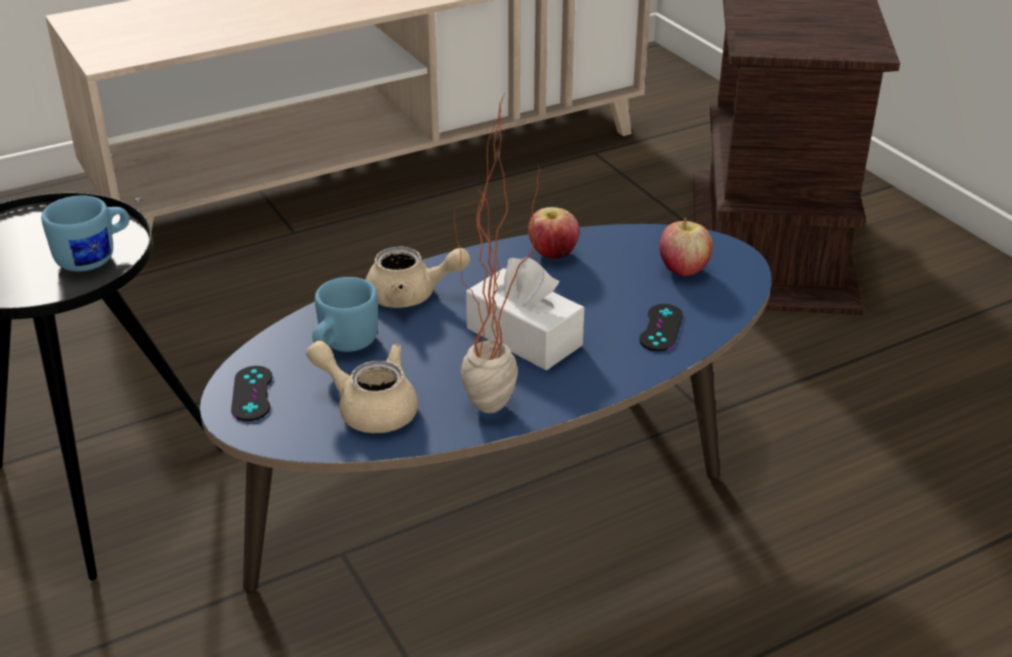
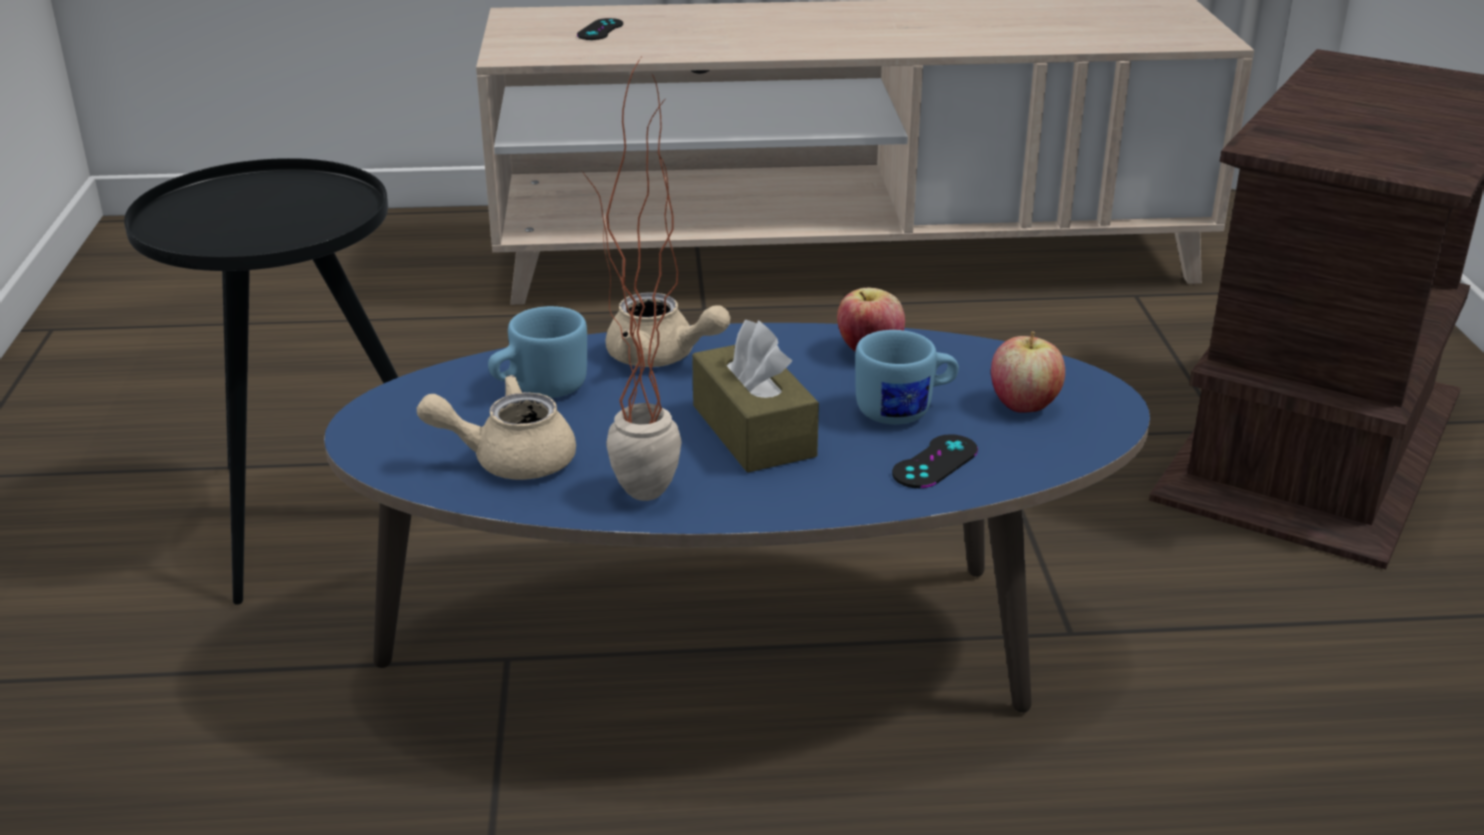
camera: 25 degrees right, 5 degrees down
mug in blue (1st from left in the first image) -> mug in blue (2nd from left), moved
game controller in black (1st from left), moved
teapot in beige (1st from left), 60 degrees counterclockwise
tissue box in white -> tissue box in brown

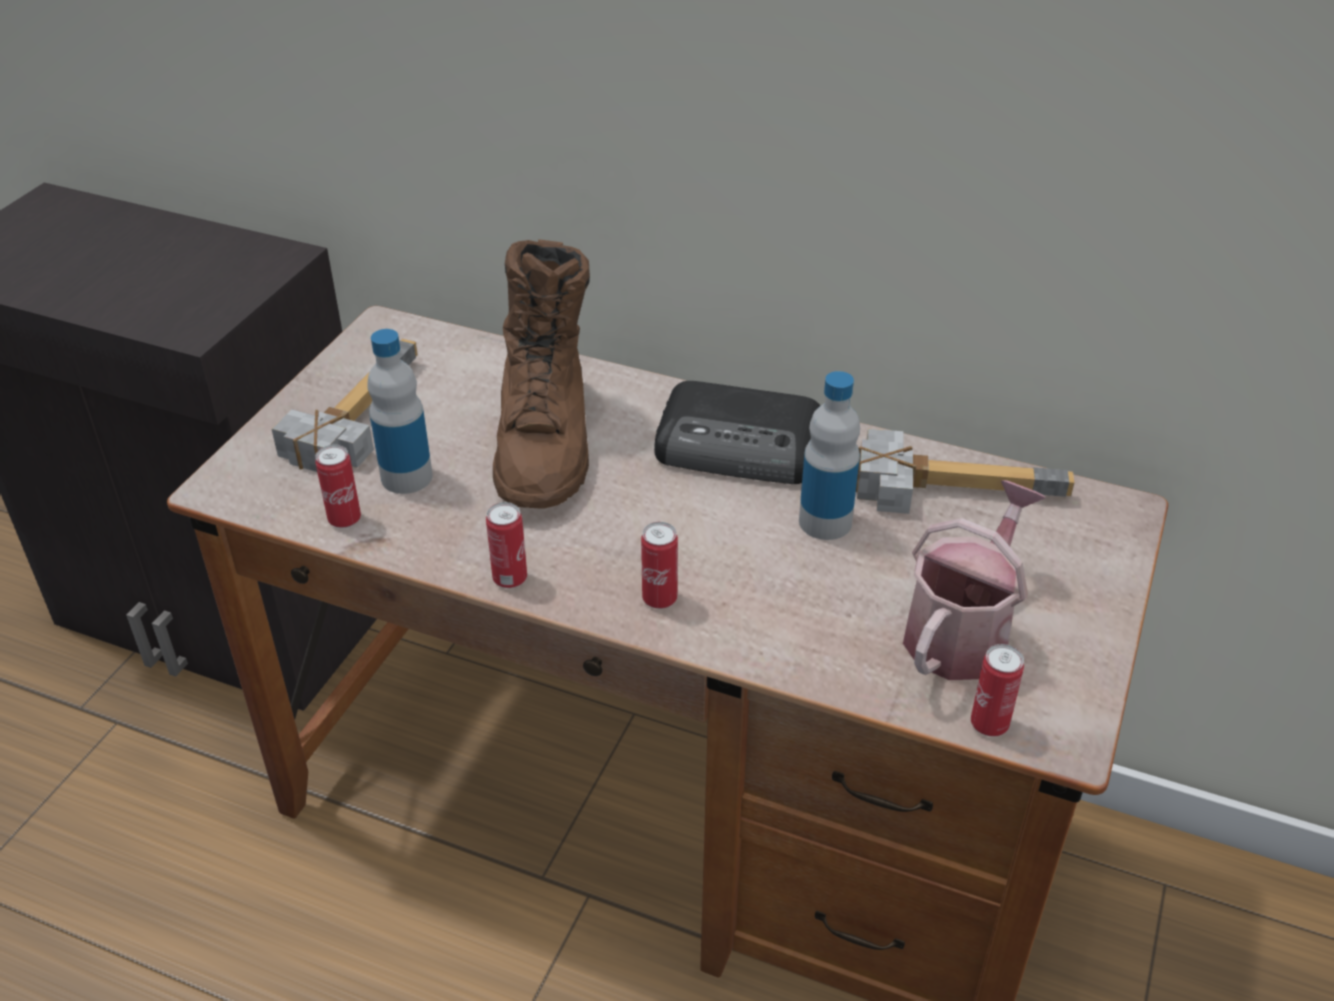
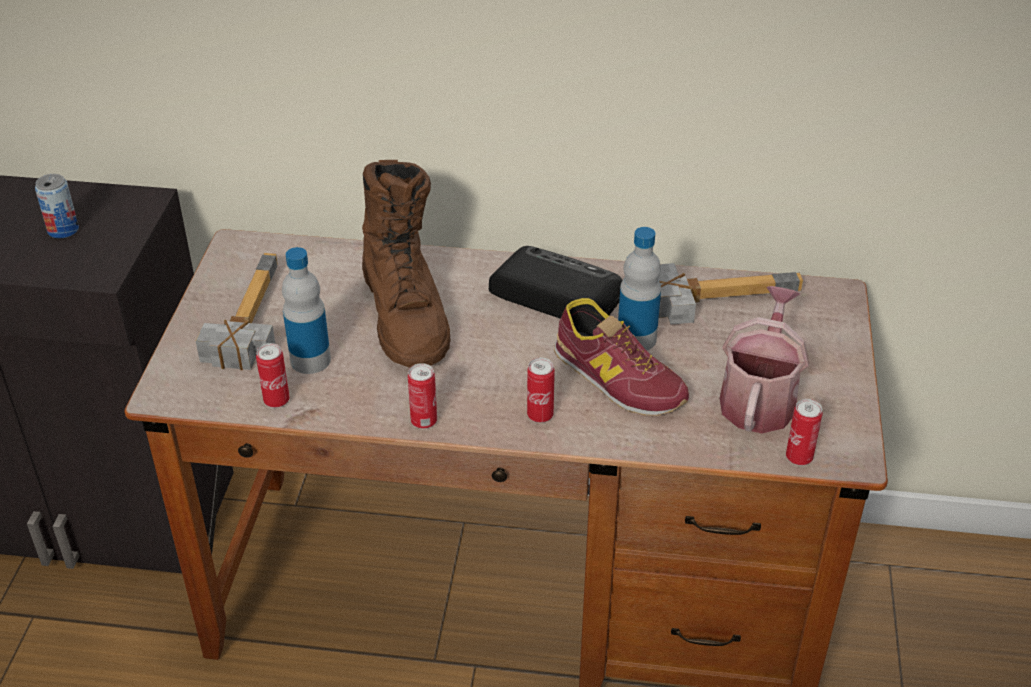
camera: 15 degrees left, 0 degrees up
radio, 150 degrees counterclockwise
none -> can (1st from left)
none -> shoe

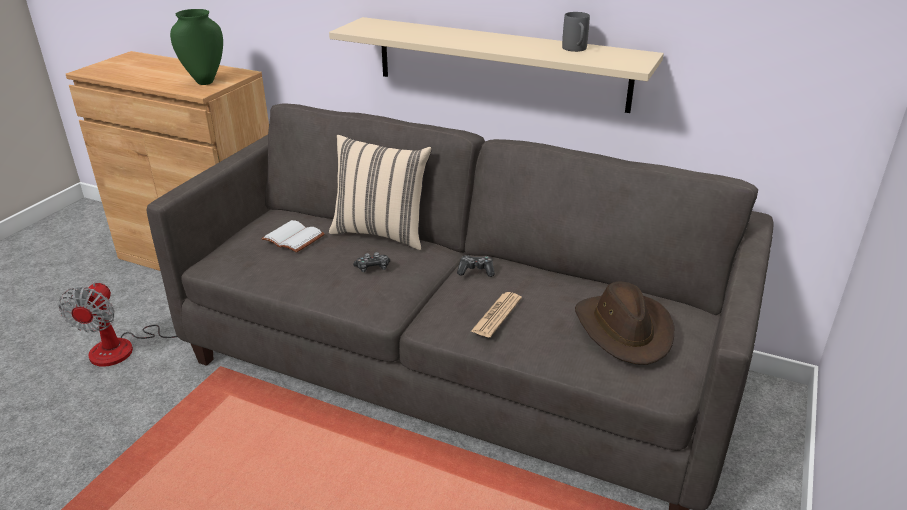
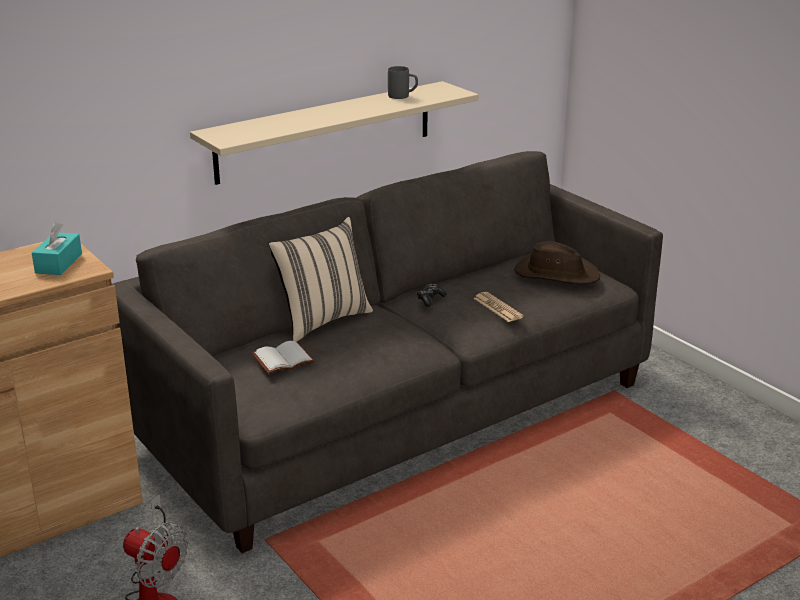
camera: 60 degrees left, 5 degrees down
vase in green -> tissue box in turquoise
game controller (1st from left) -> none

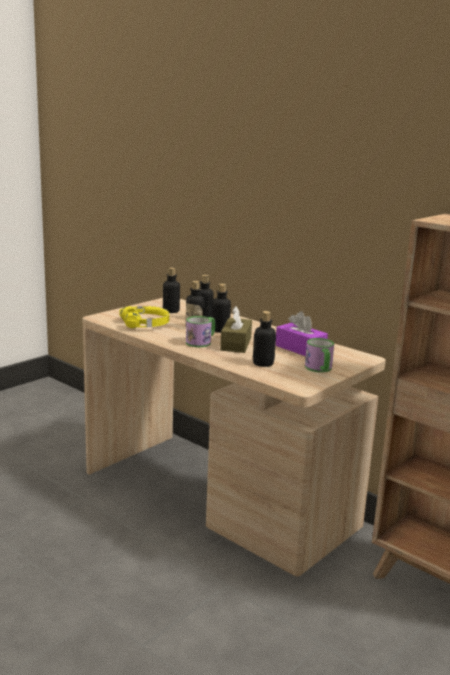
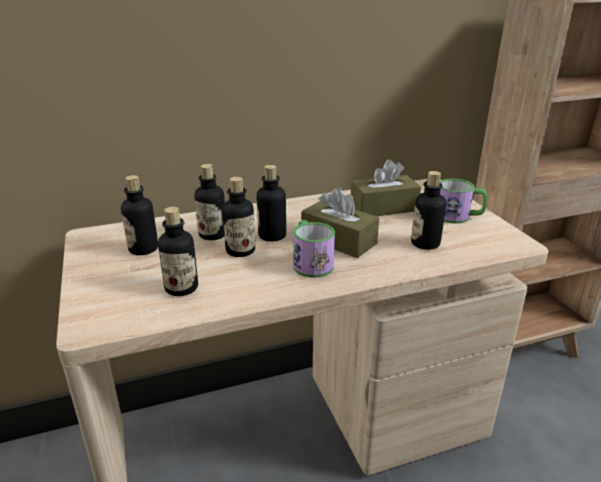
camera: 60 degrees left, 10 degrees up
headphones in yellow -> bottle (2nd from left)
tissue box in purple -> tissue box in brown (2nd from left)

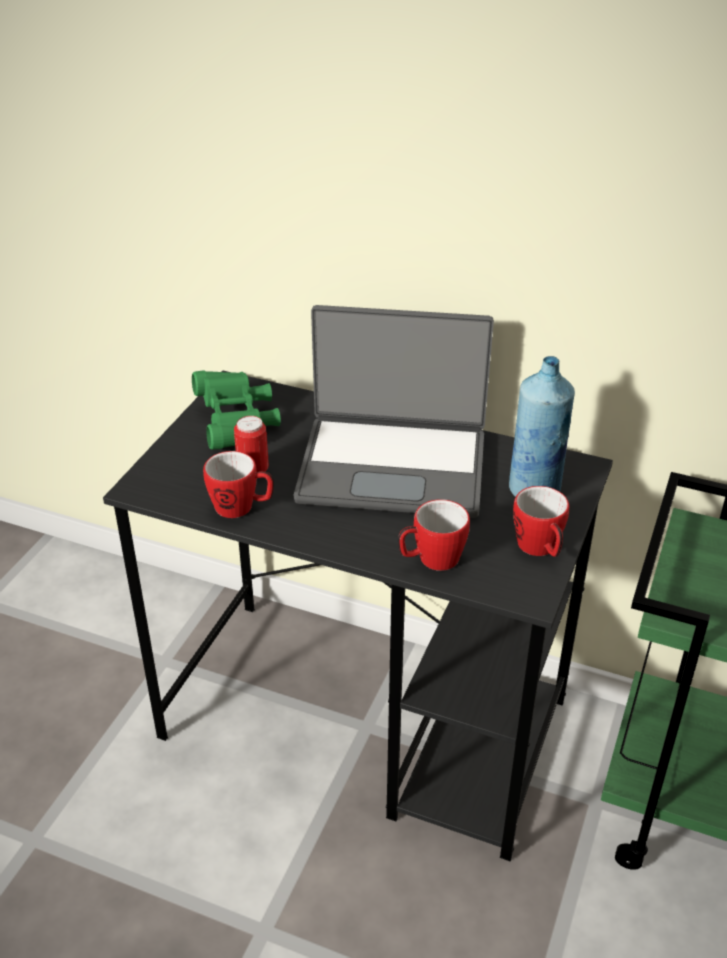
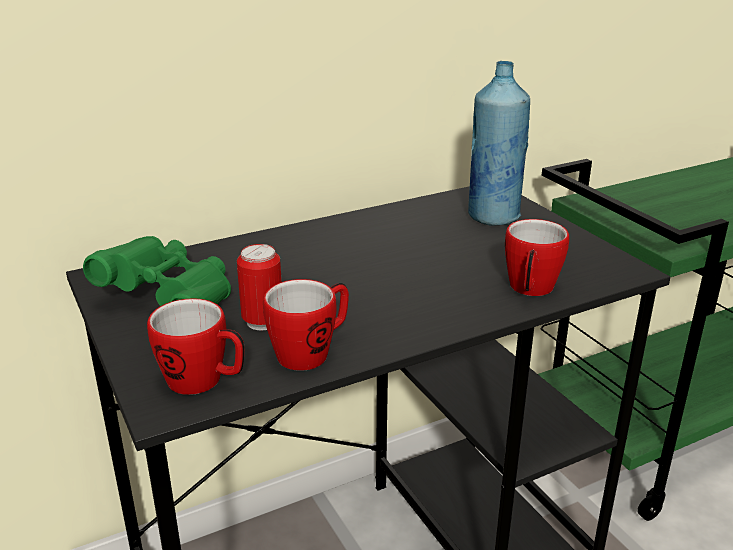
camera: 50 degrees left, 10 degrees down
laptop -> none
mug (3rd from left in the first image) -> mug (1st from left), moved

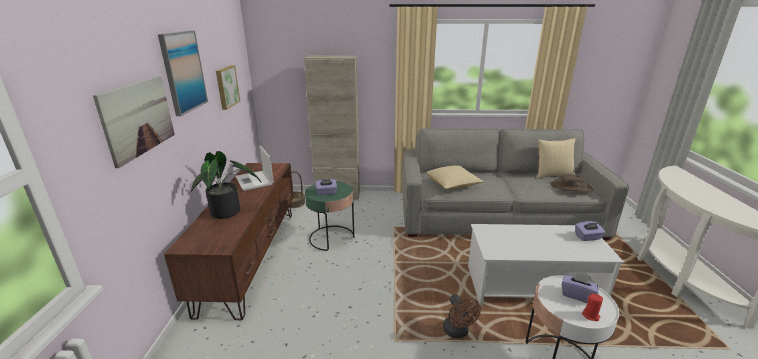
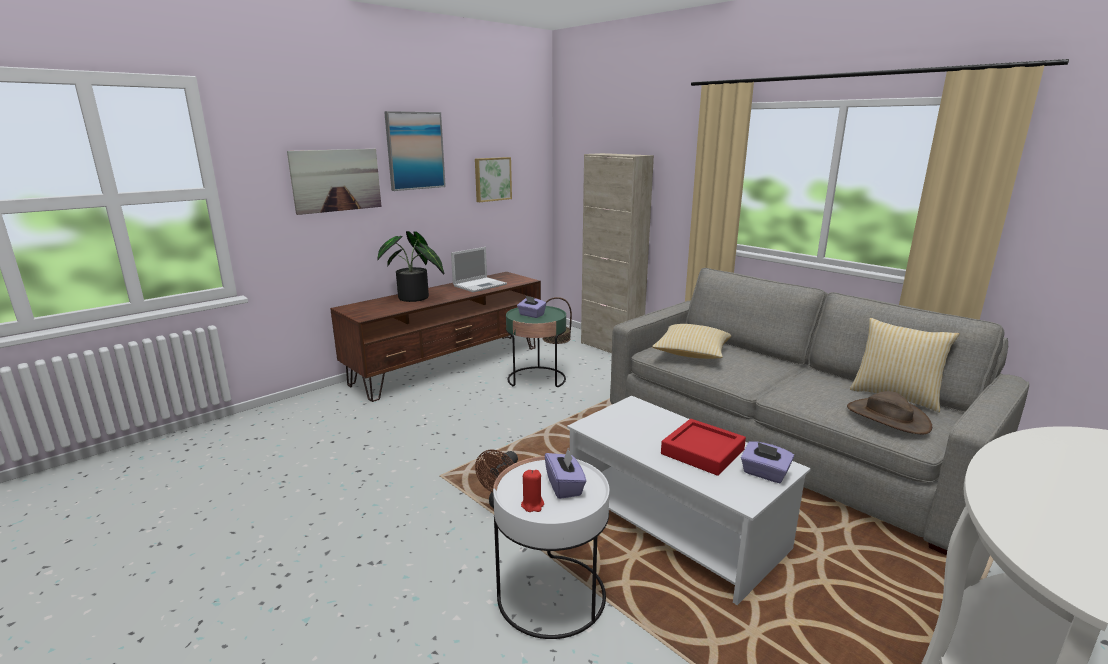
camera: 45 degrees right, 5 degrees down
laptop, 150 degrees counterclockwise
none -> tray in red

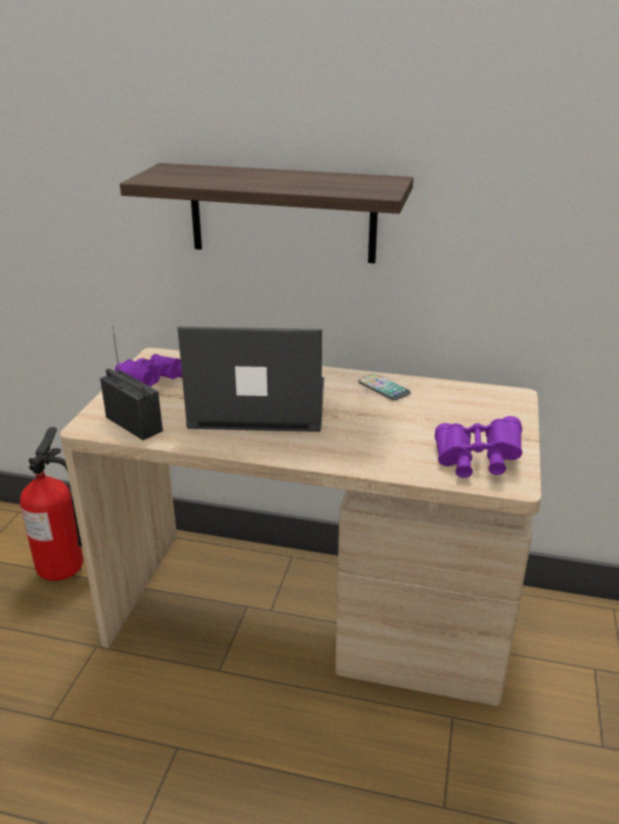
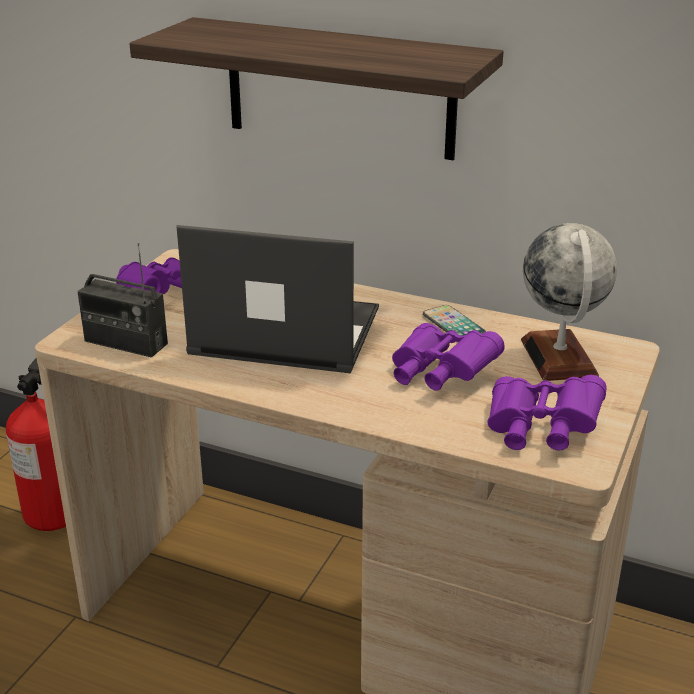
camera: 10 degrees right, 0 degrees up
radio, 150 degrees clockwise
none -> binoculars in purple (2nd from left)
none -> globe

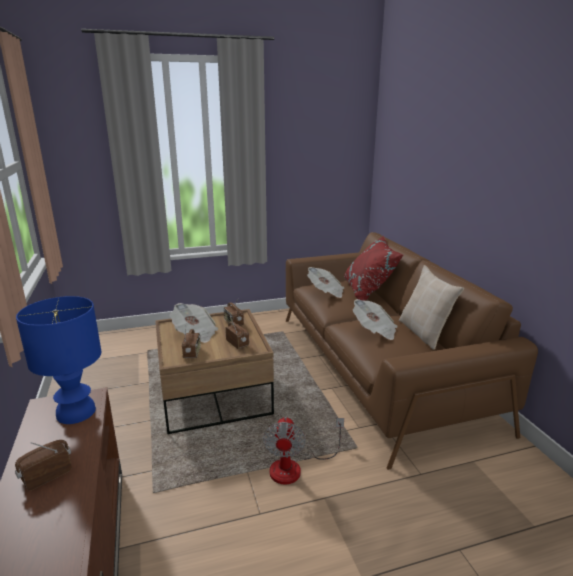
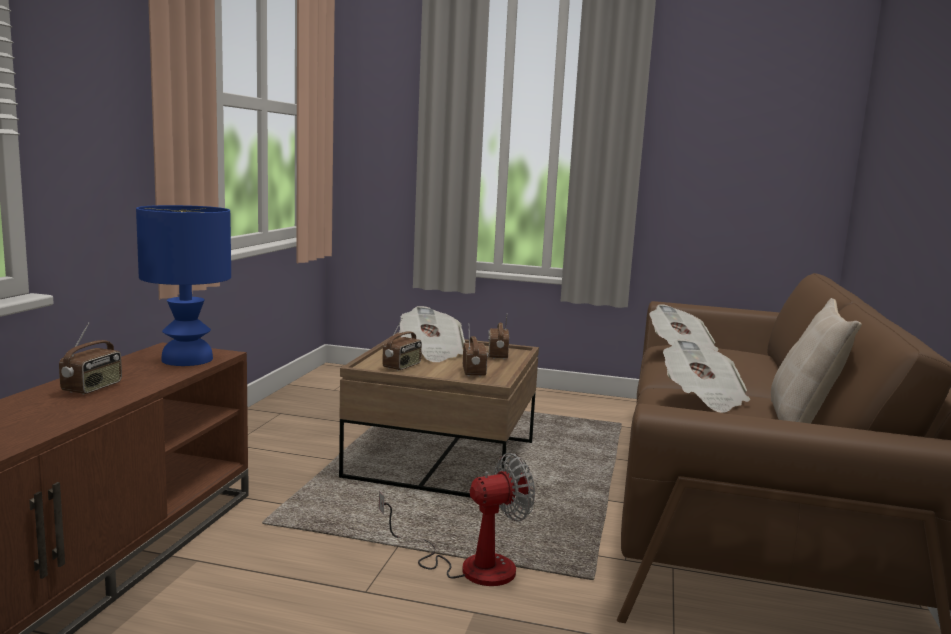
camera: 30 degrees right, 10 degrees down
radio (1st from left), 120 degrees clockwise
fan, 150 degrees counterclockwise
pillow in red -> none

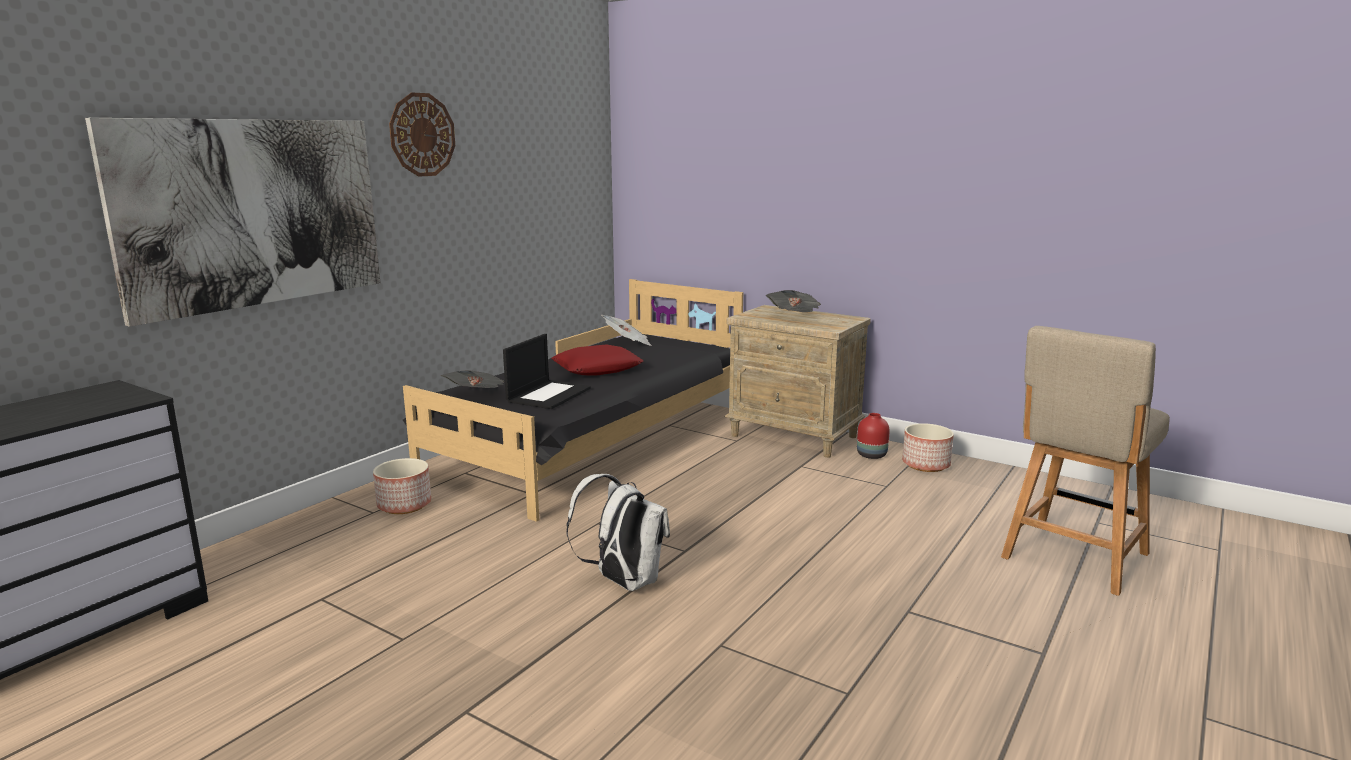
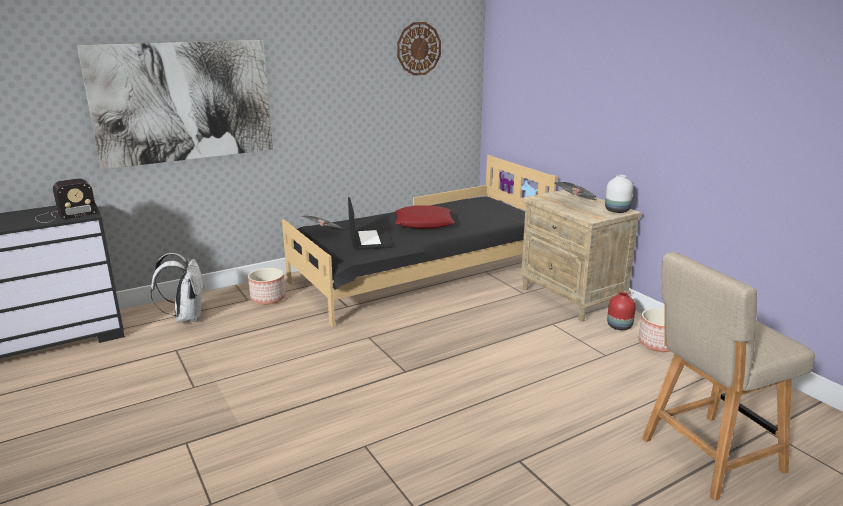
camera: 25 degrees right, 5 degrees up
wall clock, moved
laptop, 60 degrees counterclockwise
backpack in white, moved
newspaper (2nd from left) -> none
none -> radio
none -> vase in white

